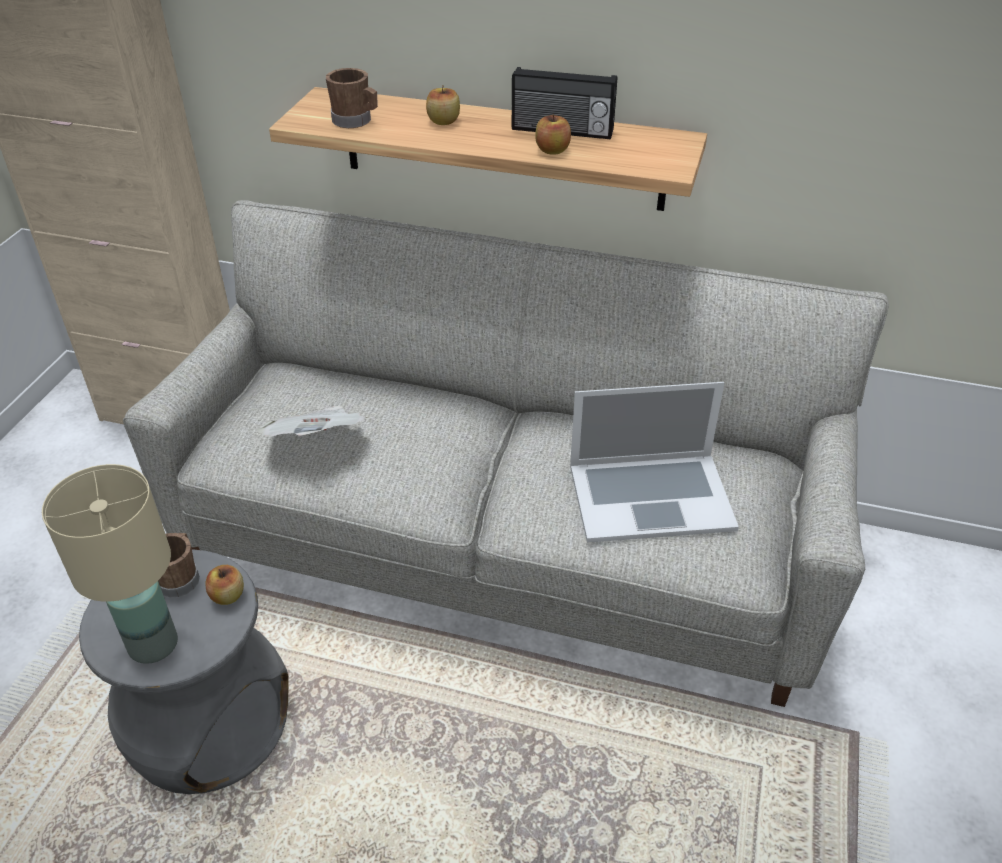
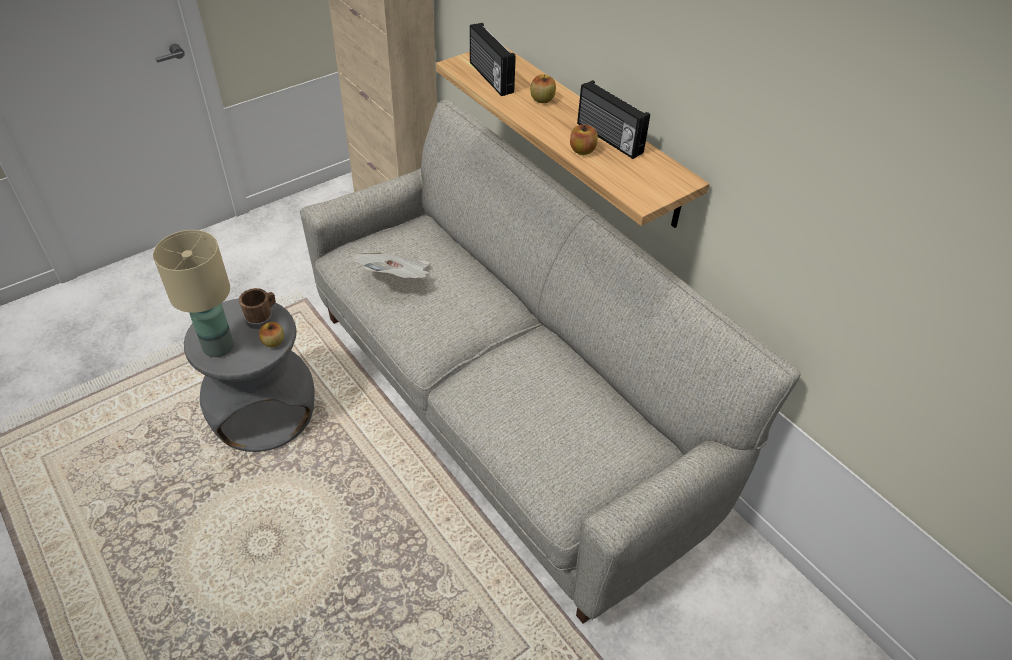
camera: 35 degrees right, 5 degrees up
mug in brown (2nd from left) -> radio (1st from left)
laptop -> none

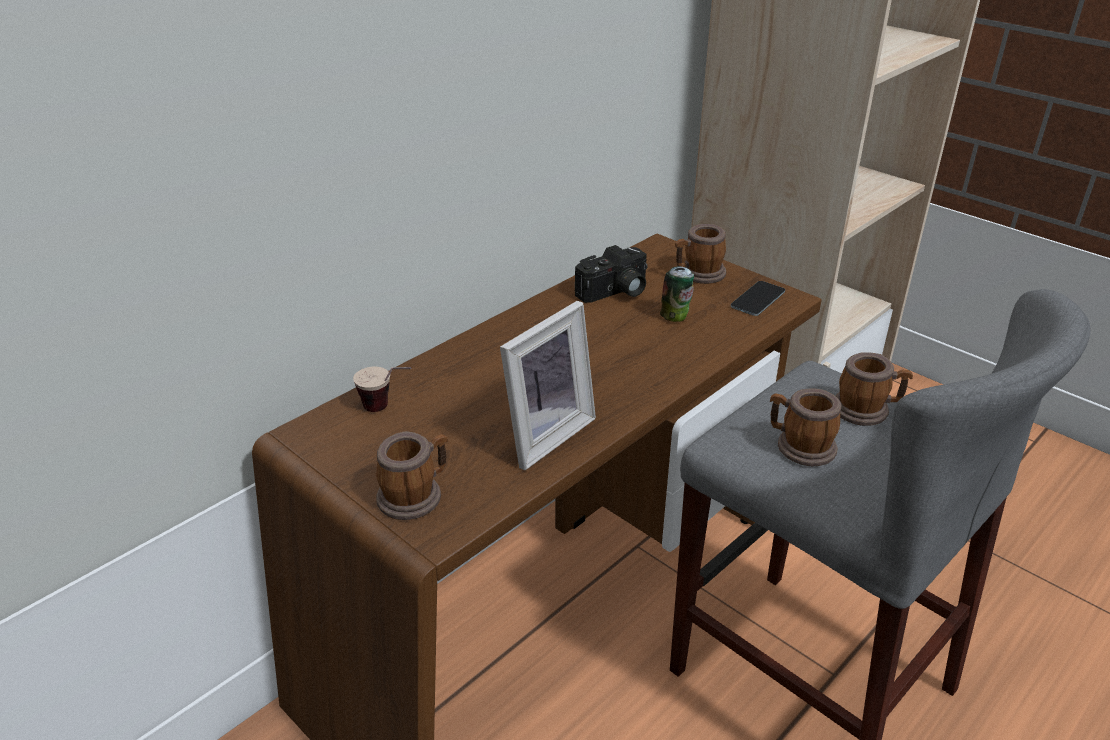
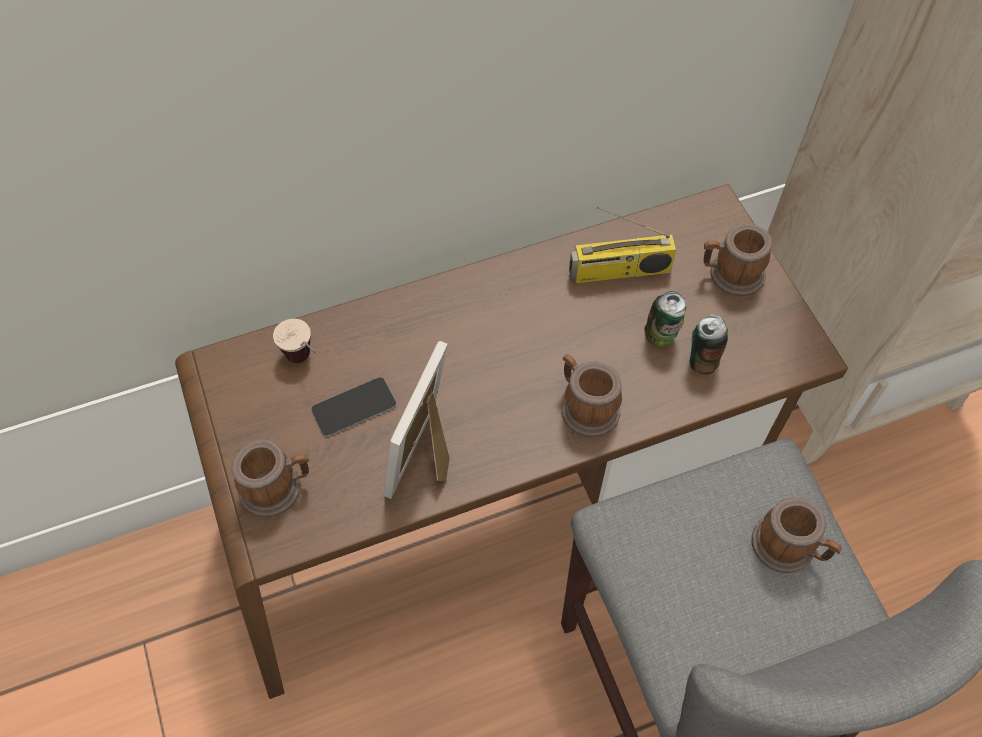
camera: 25 degrees right, 25 degrees up
picture frame, 135 degrees clockwise
photo camera -> radio
phone, moved
mug (3rd from left in the first image) -> mug (2nd from left), moved
none -> can (2nd from left)

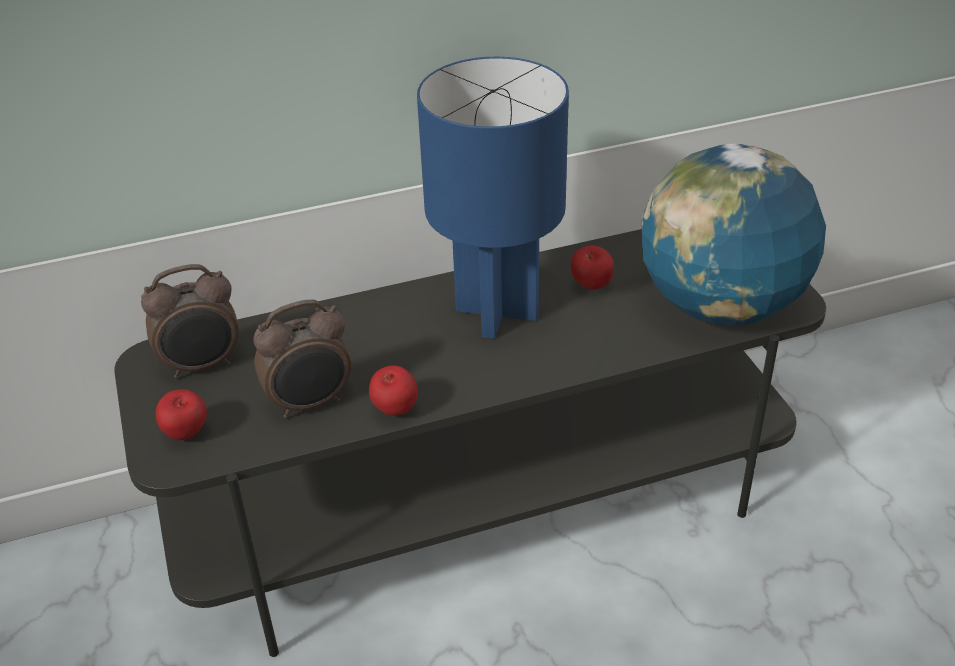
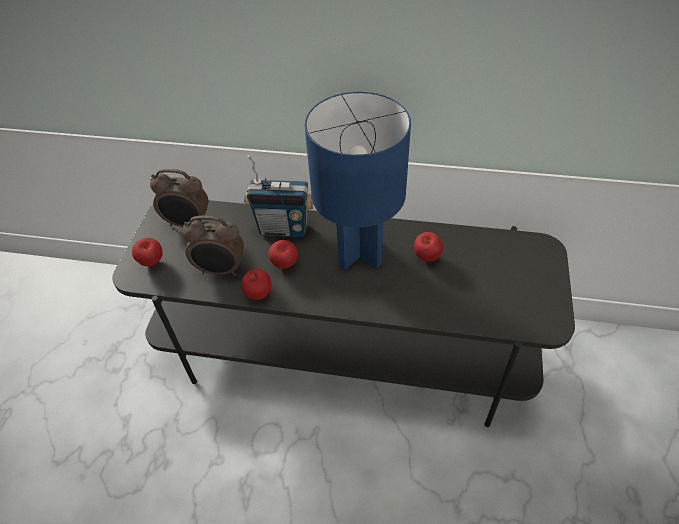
camera: 30 degrees right, 10 degrees up
globe -> none
none -> radio
none -> apple (3rd from left)

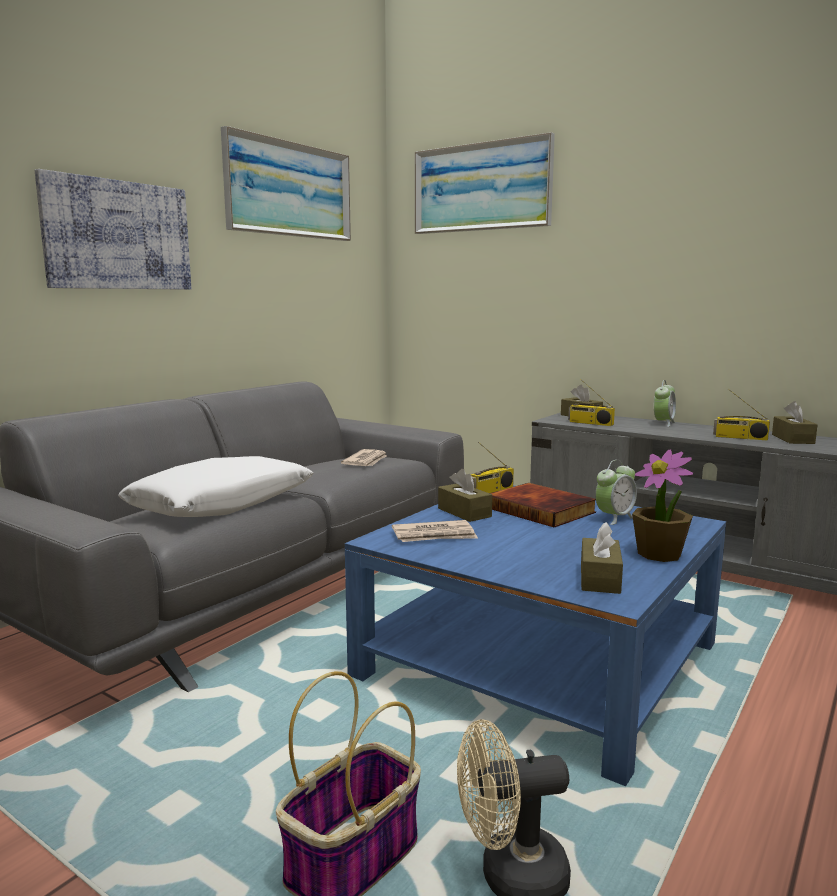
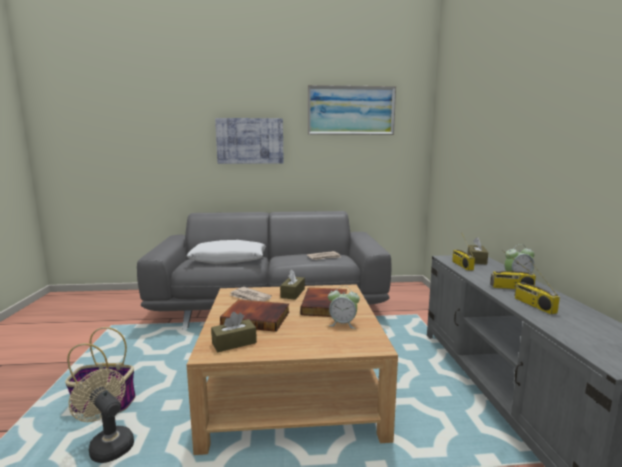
camera: 50 degrees right, 0 degrees up
coffee table in blue -> coffee table in beige
picture (3rd from left) -> none
radio (1st from left in the first image) -> radio (2nd from left), moved
potted plant -> none
tissue box in brown (4th from left) -> none
none -> book (1st from left)

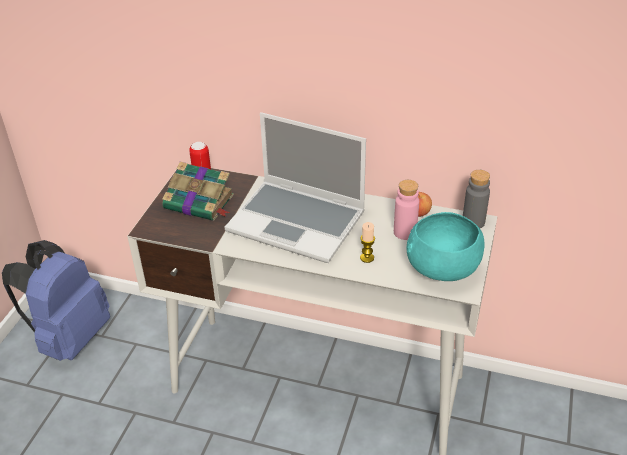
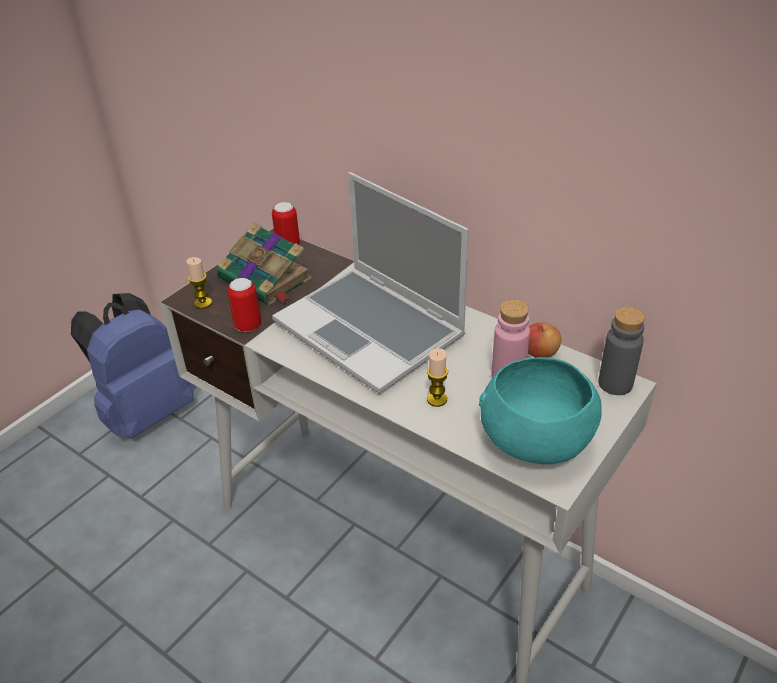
camera: 20 degrees right, 0 degrees up
none -> candle (1st from left)
none -> can (1st from left)

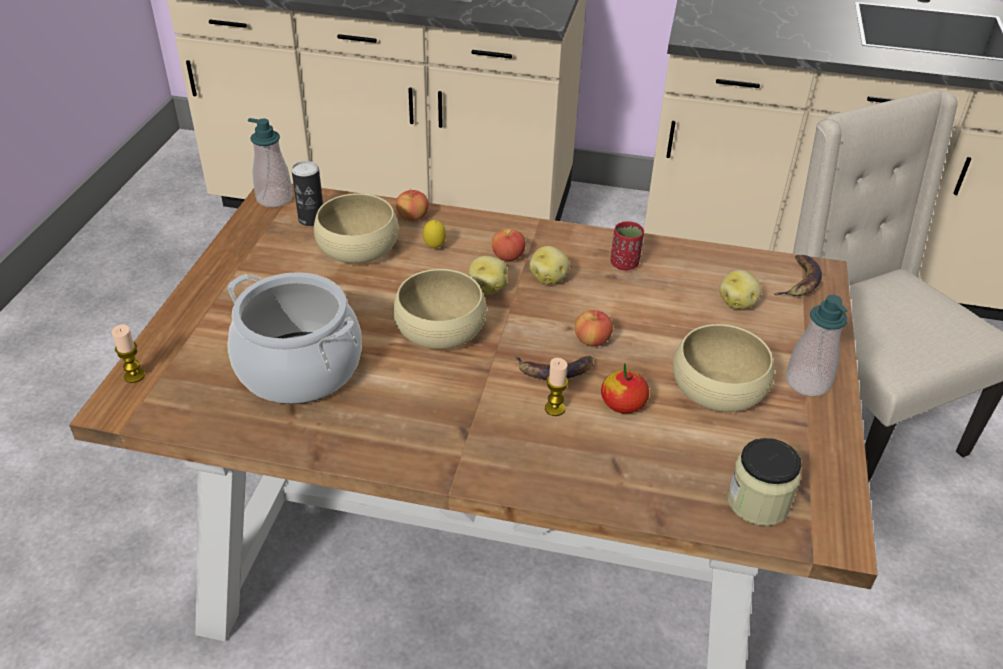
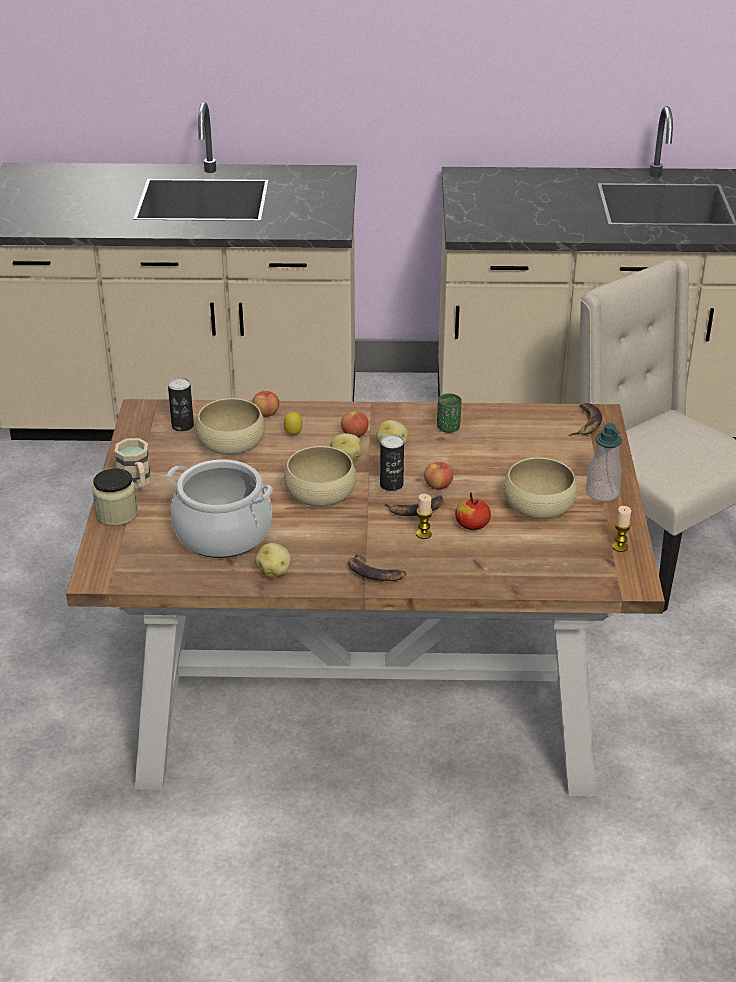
camera: 10 degrees left, 5 degrees down
candle (1st from left in the first image) -> candle (2nd from left), moved
soap dispenser (1st from left) -> none
cup in red -> cup in green
potato (3rd from left in the first image) -> potato (1st from left), moved
jar, moved
none -> mug in beige
none -> banana (1st from left)
none -> can (2nd from left)

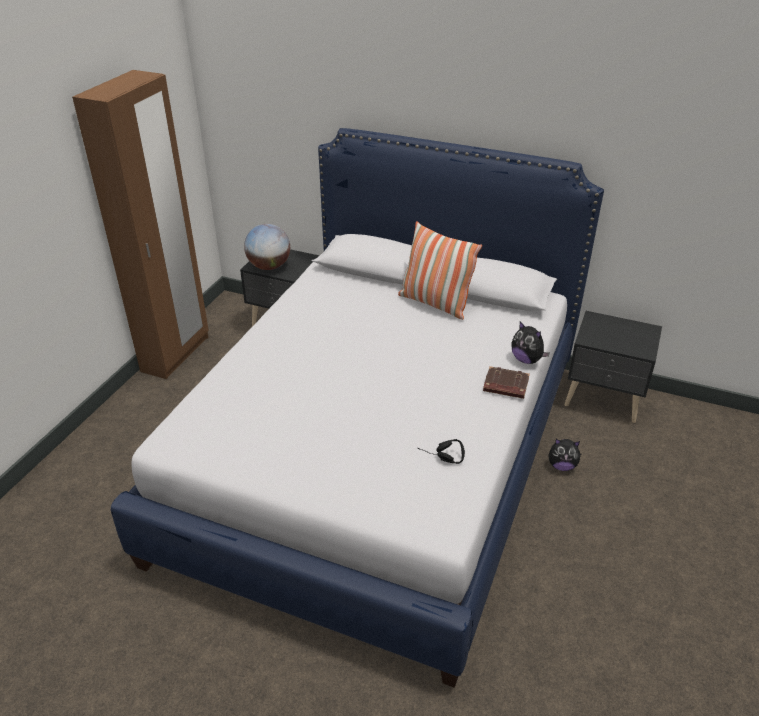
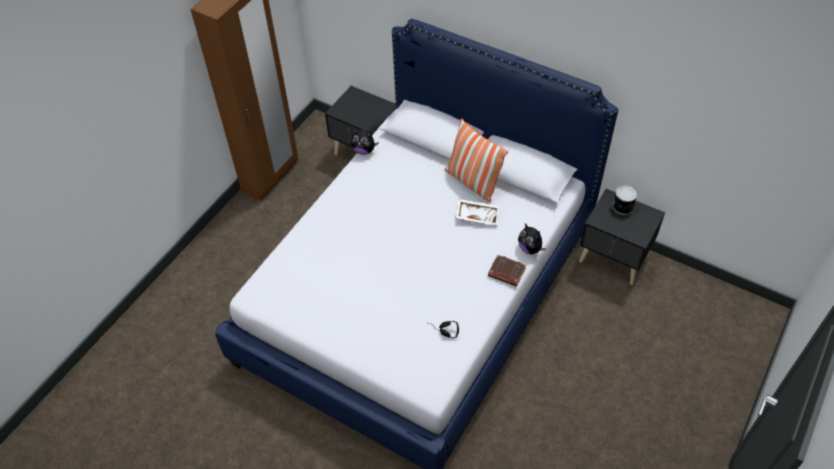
camera: 10 degrees right, 15 degrees up
globe -> none
plush toy (2nd from left in the first image) -> plush toy (1st from left), moved
none -> tray in white
none -> can

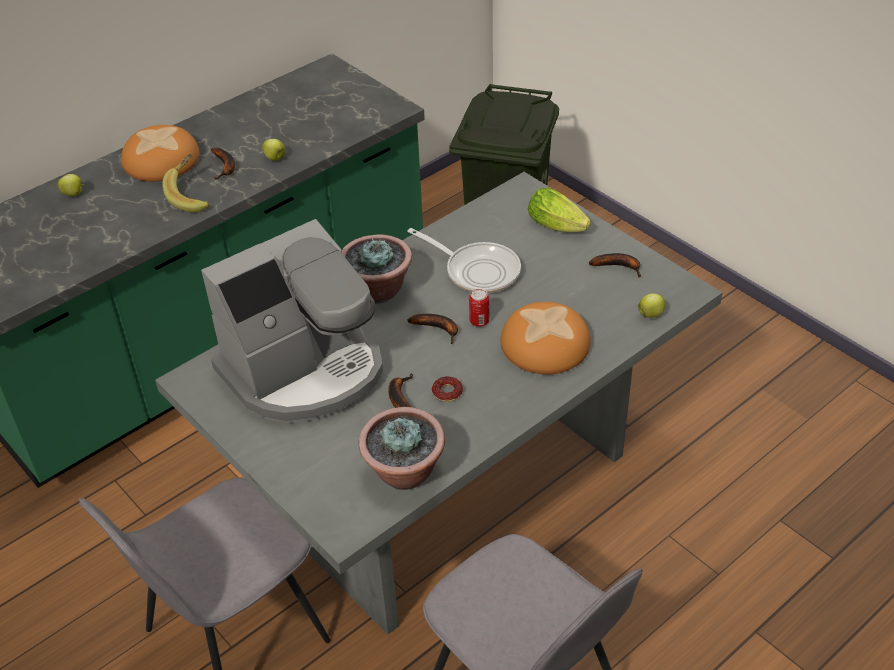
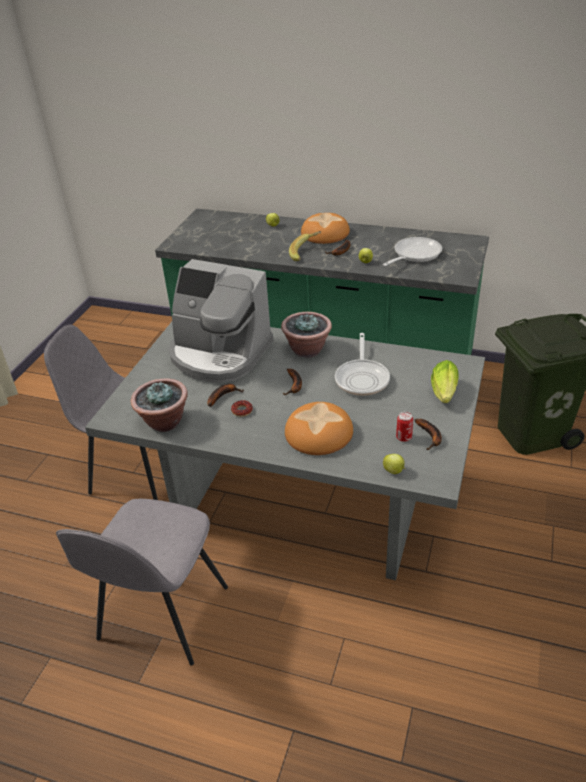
camera: 60 degrees right, 5 degrees down
can, moved
none -> frying pan (2nd from left)

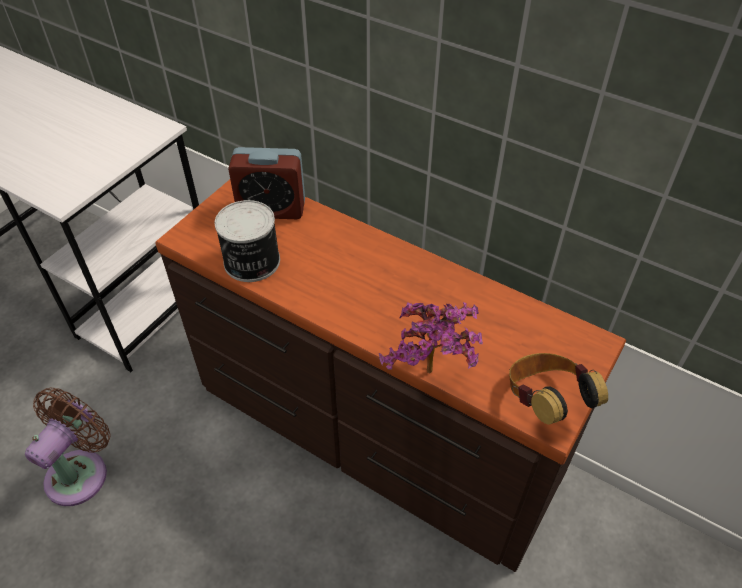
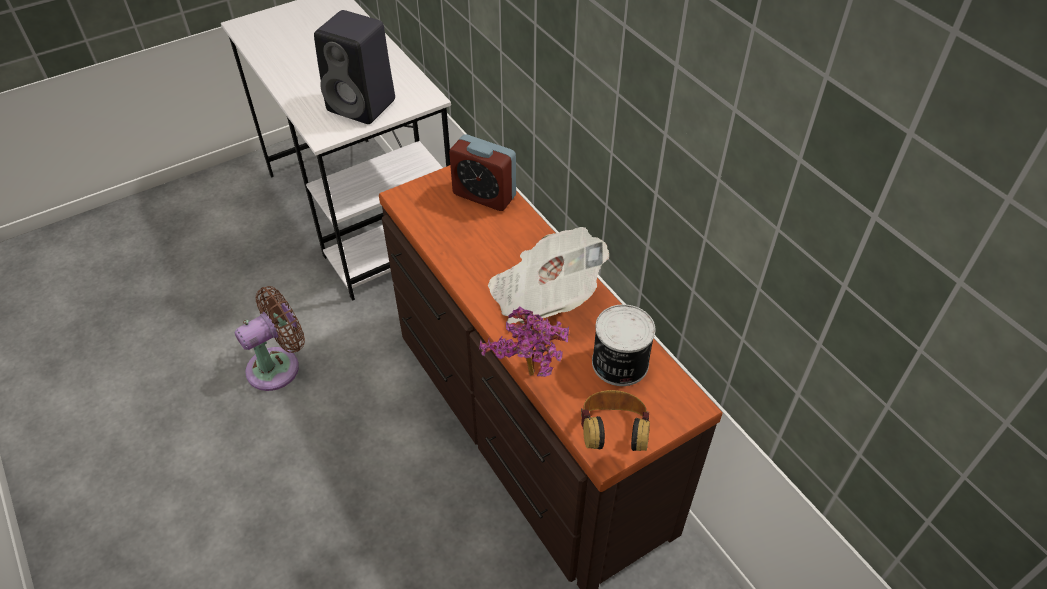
camera: 25 degrees right, 0 degrees up
can, moved
none -> speaker in black
none -> newspaper

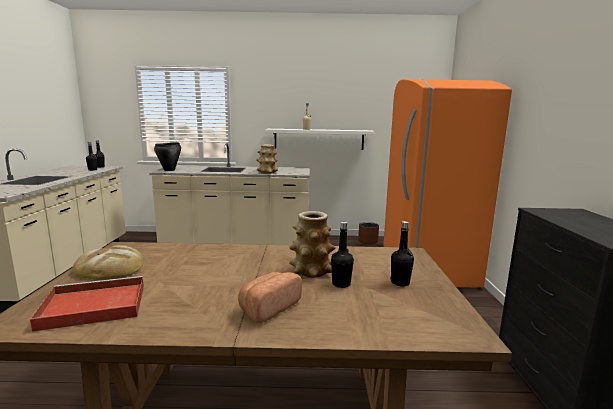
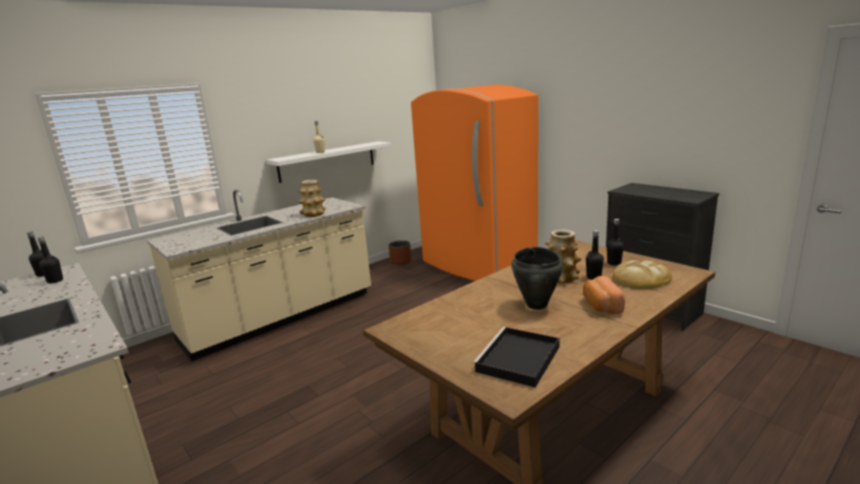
camera: 40 degrees left, 5 degrees up
tray in red -> tray in black
bread (1st from left in the first image) -> bread (2nd from left), moved
cooking pot in black, moved

